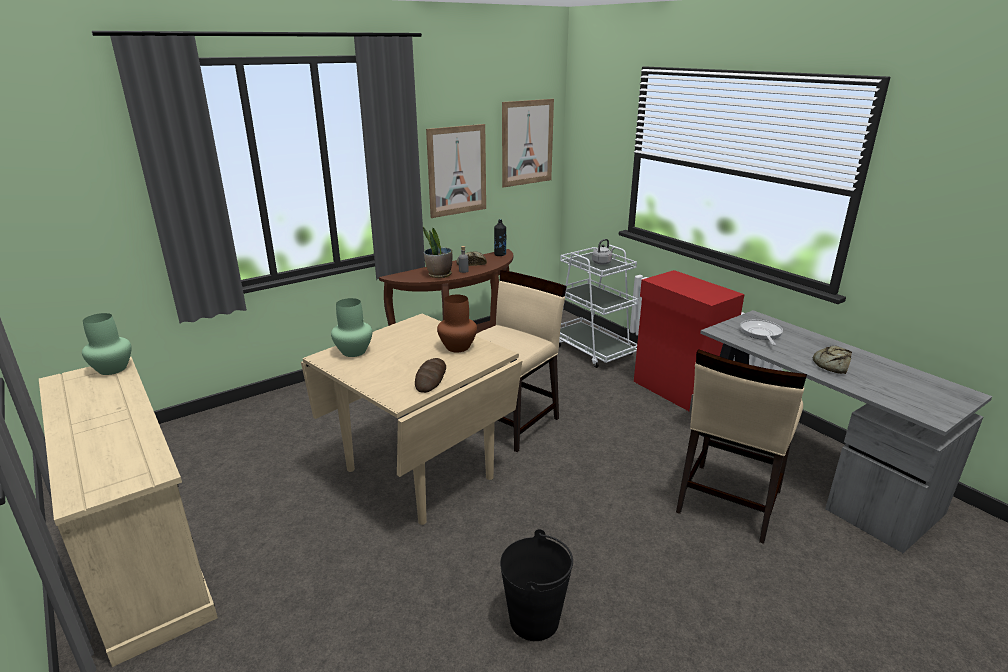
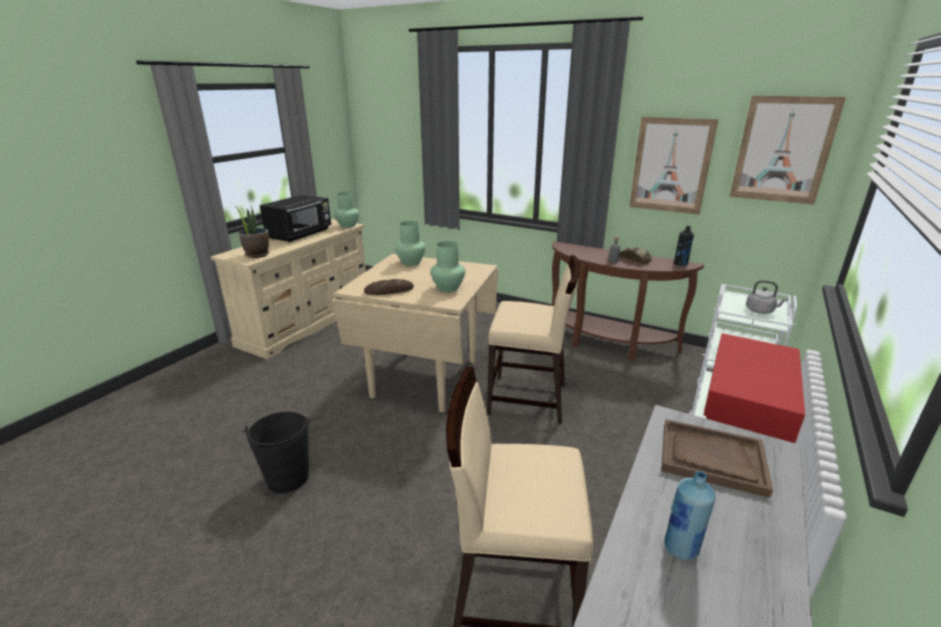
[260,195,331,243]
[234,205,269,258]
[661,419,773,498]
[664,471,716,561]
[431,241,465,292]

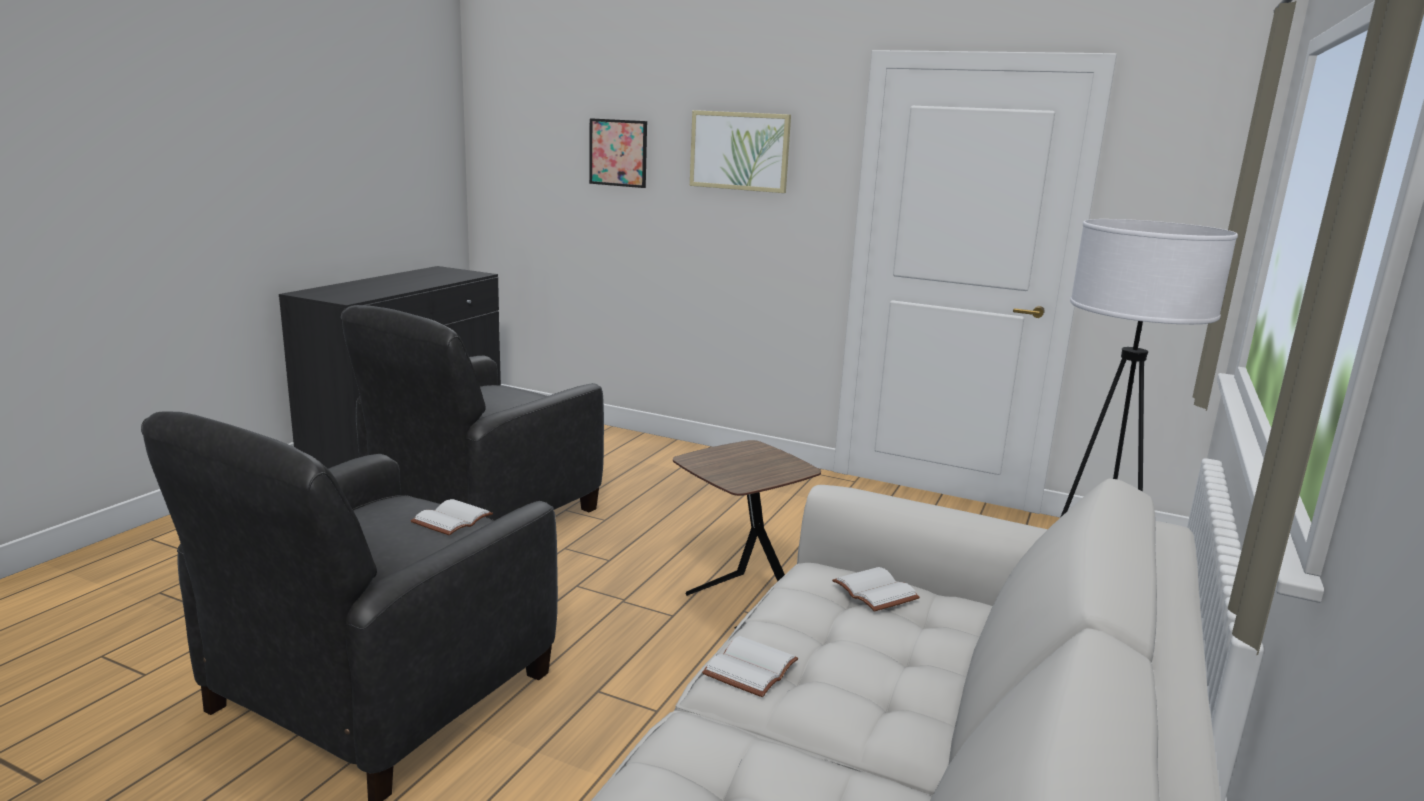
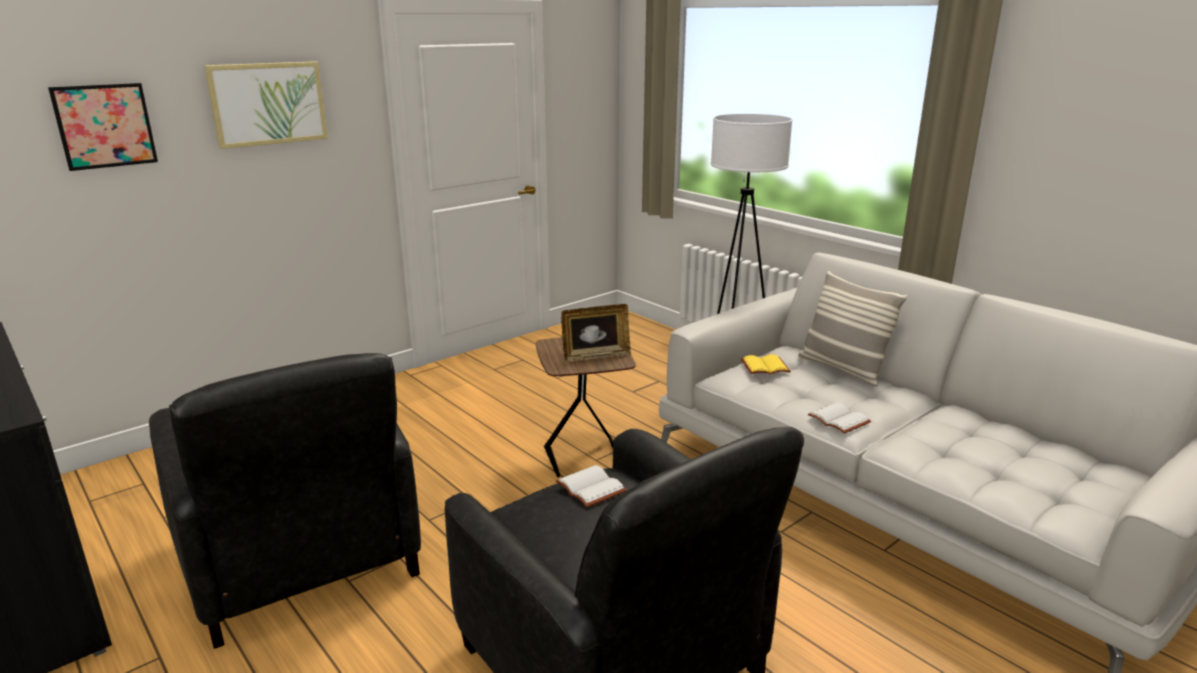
[561,304,631,362]
[798,271,907,386]
[741,354,791,374]

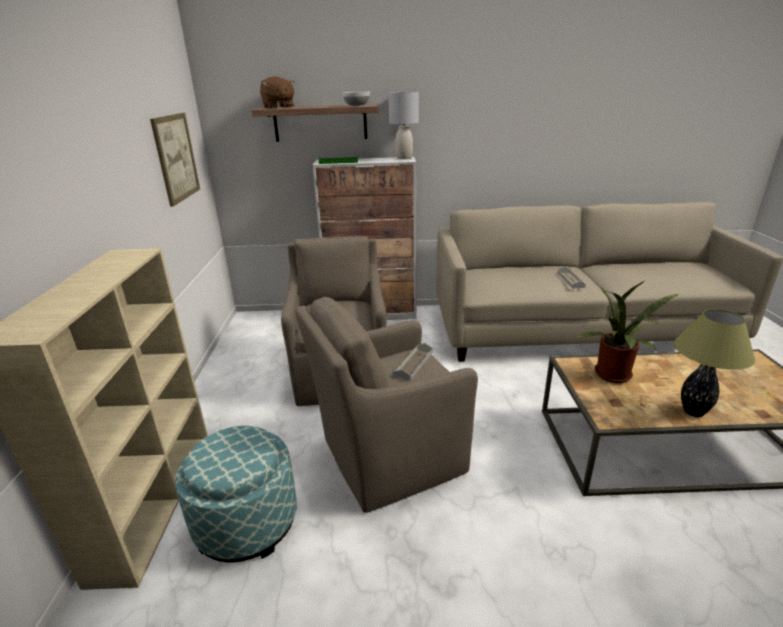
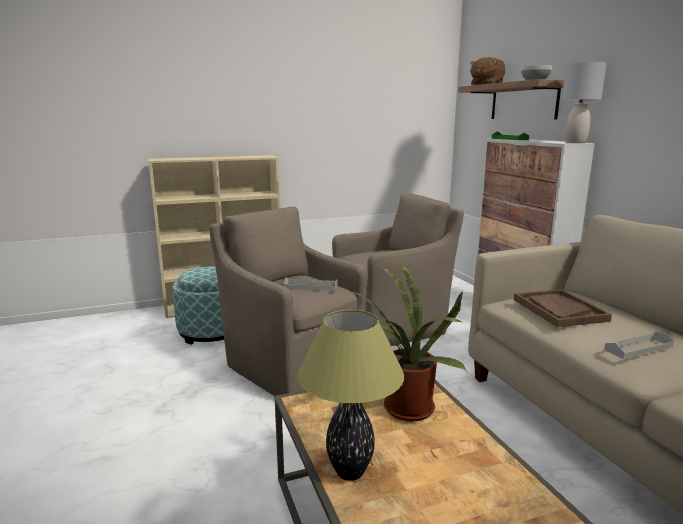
[150,113,200,207] (first image)
[514,289,612,327]

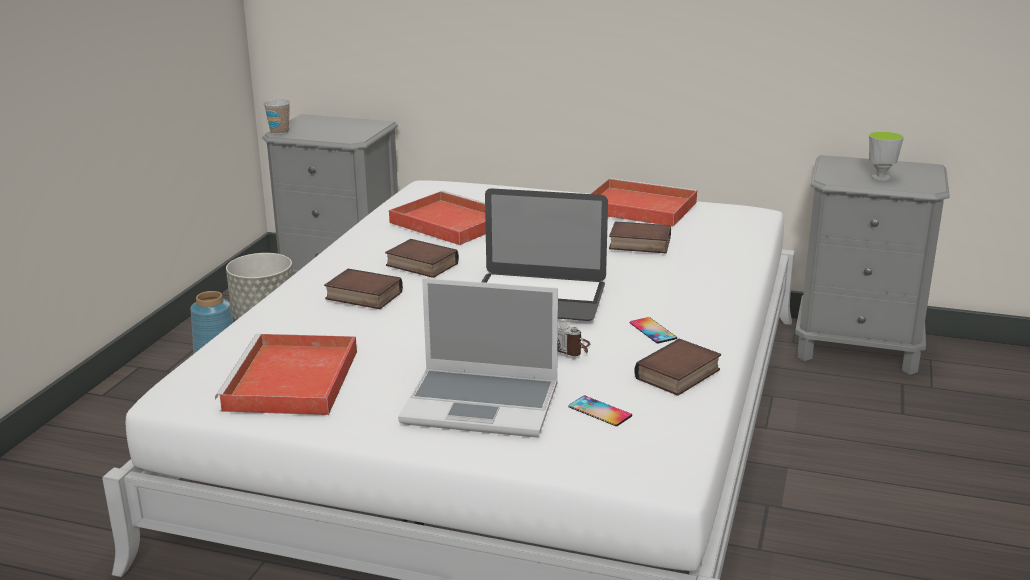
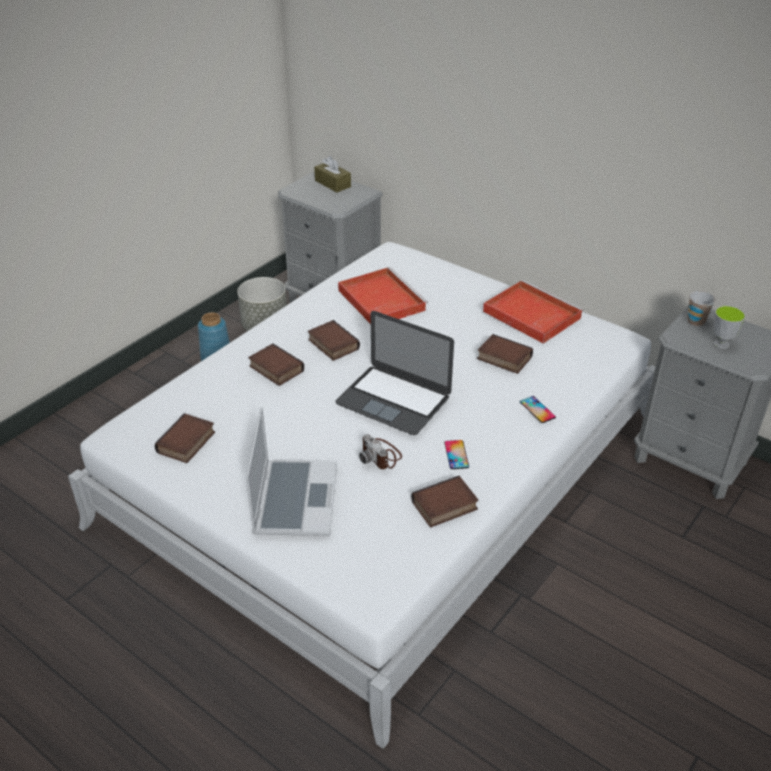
[314,156,351,192]
[687,291,716,327]
[520,396,556,423]
[155,413,215,463]
[246,407,337,536]

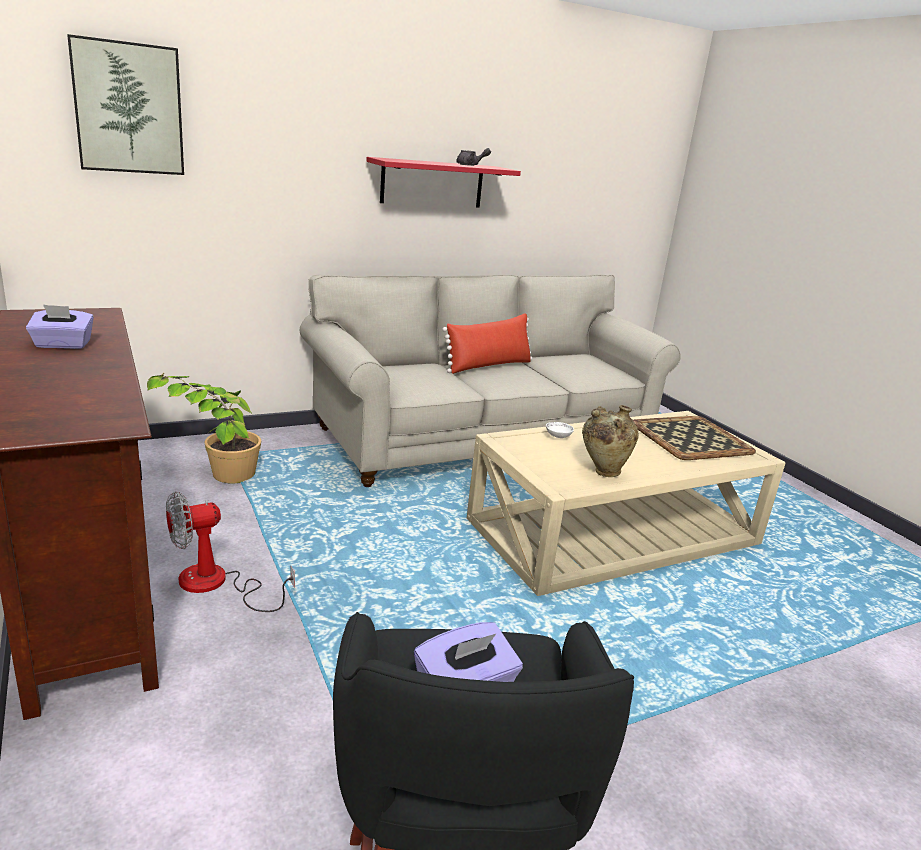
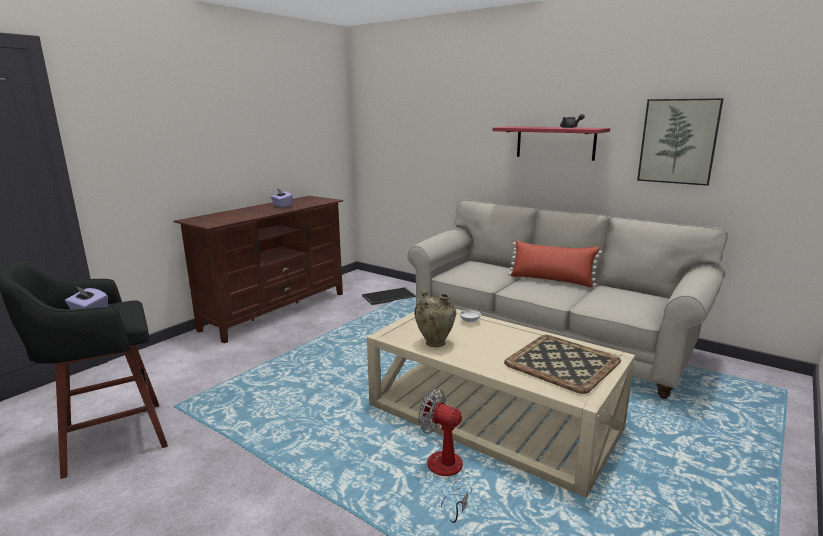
[637,98,724,186]
[418,389,472,523]
[362,287,416,305]

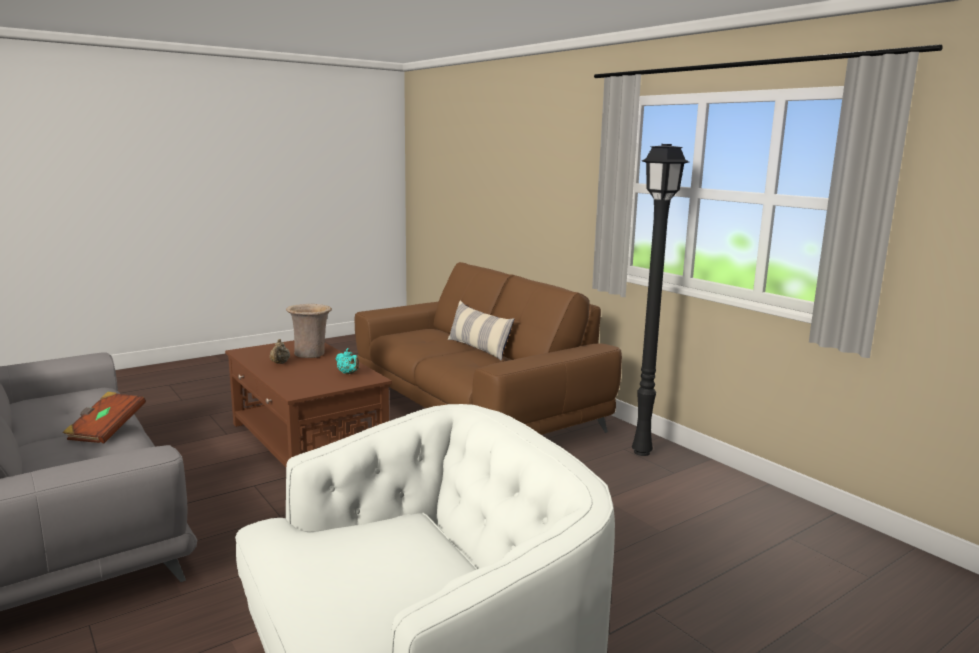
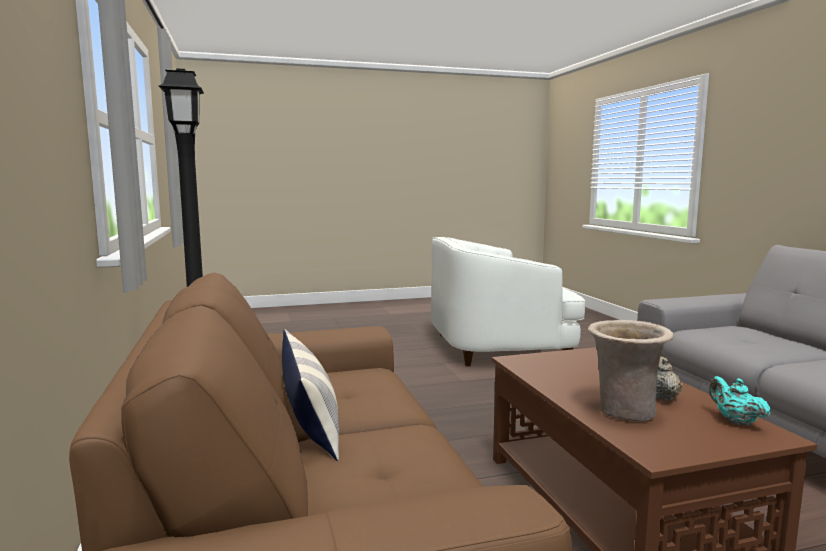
[63,392,146,443] (first image)
[709,376,771,426]

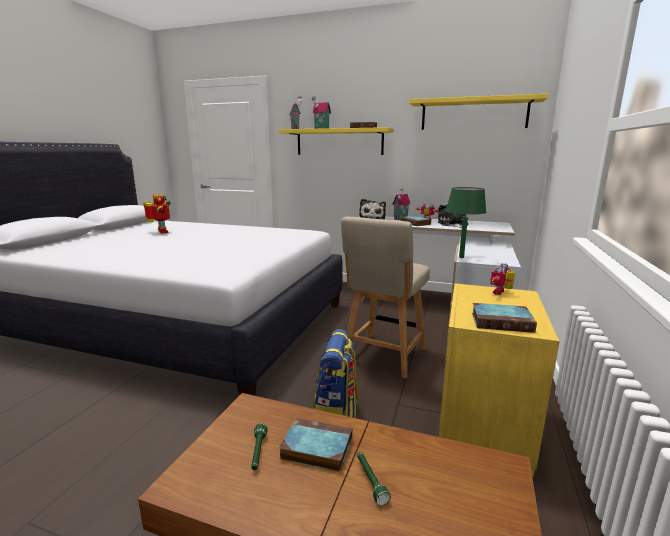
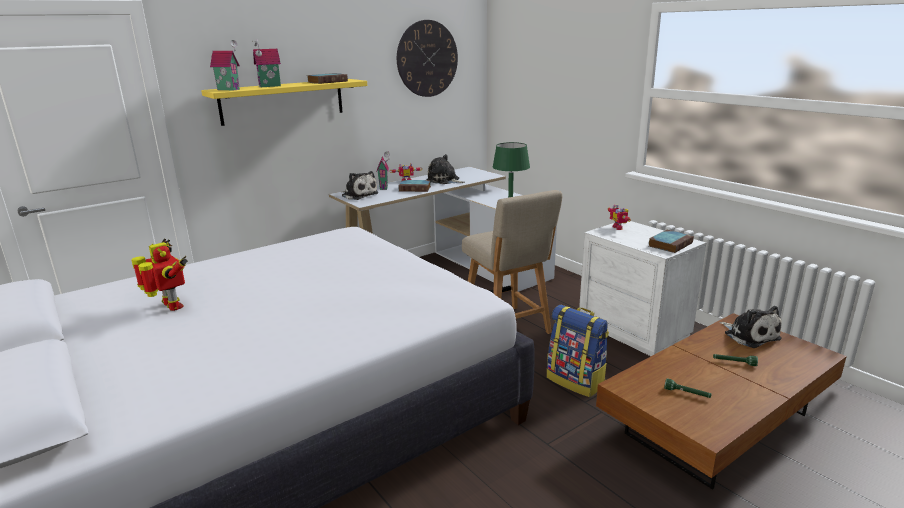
[279,418,352,472] (first image)
[719,306,782,348]
[397,20,458,97]
[579,221,706,356]
[131,239,188,311]

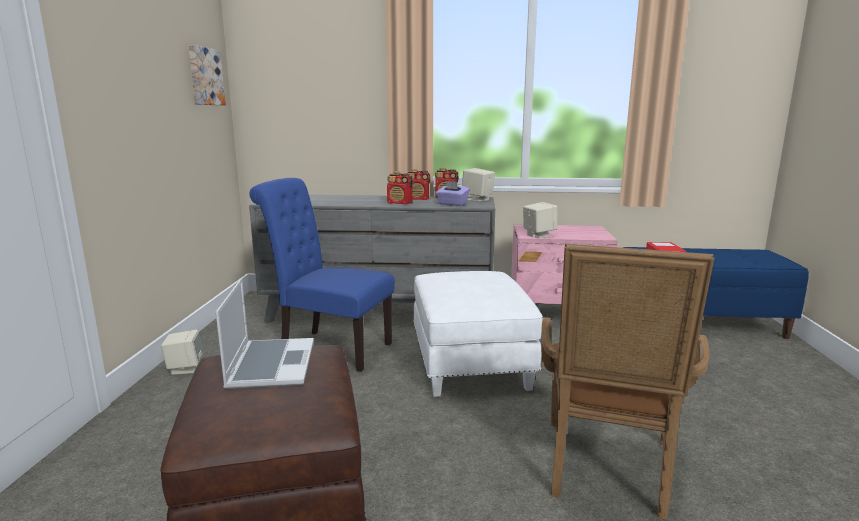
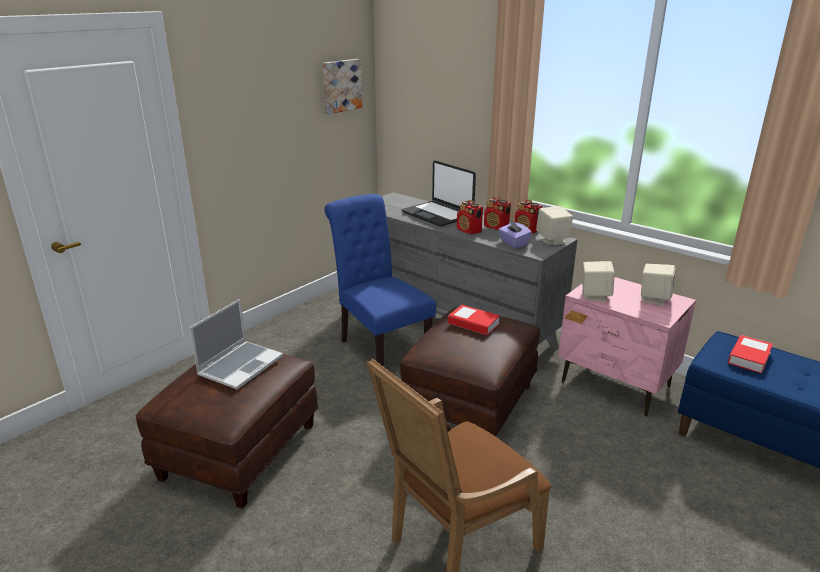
[401,161,476,227]
[448,305,500,335]
[641,264,676,306]
[400,307,540,436]

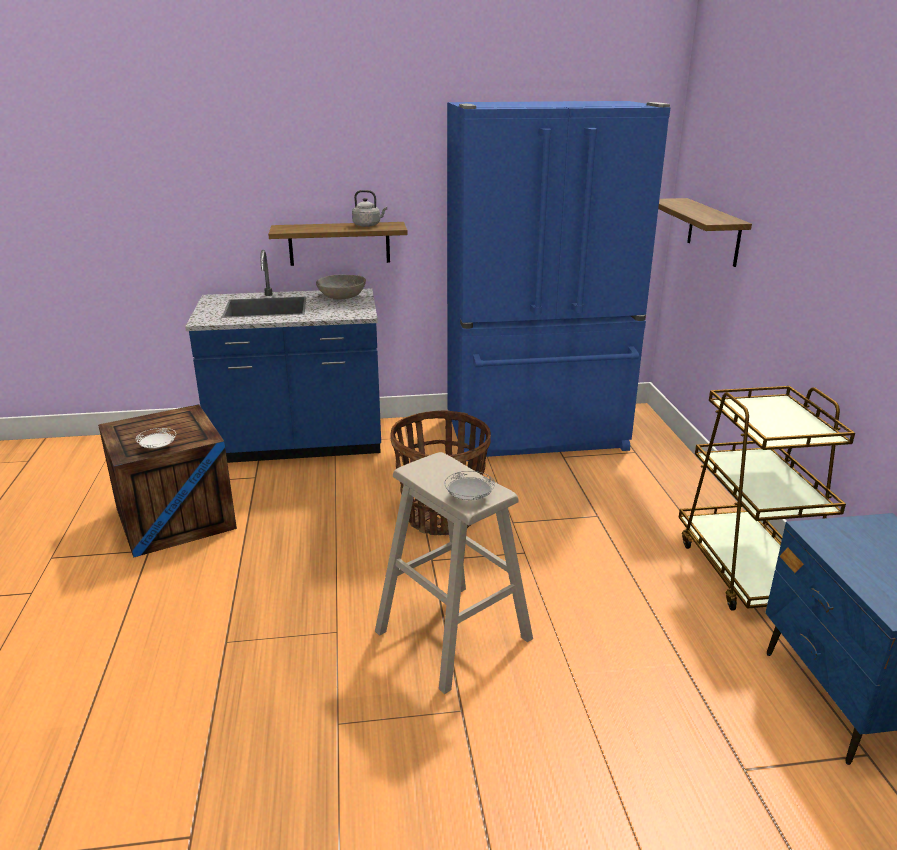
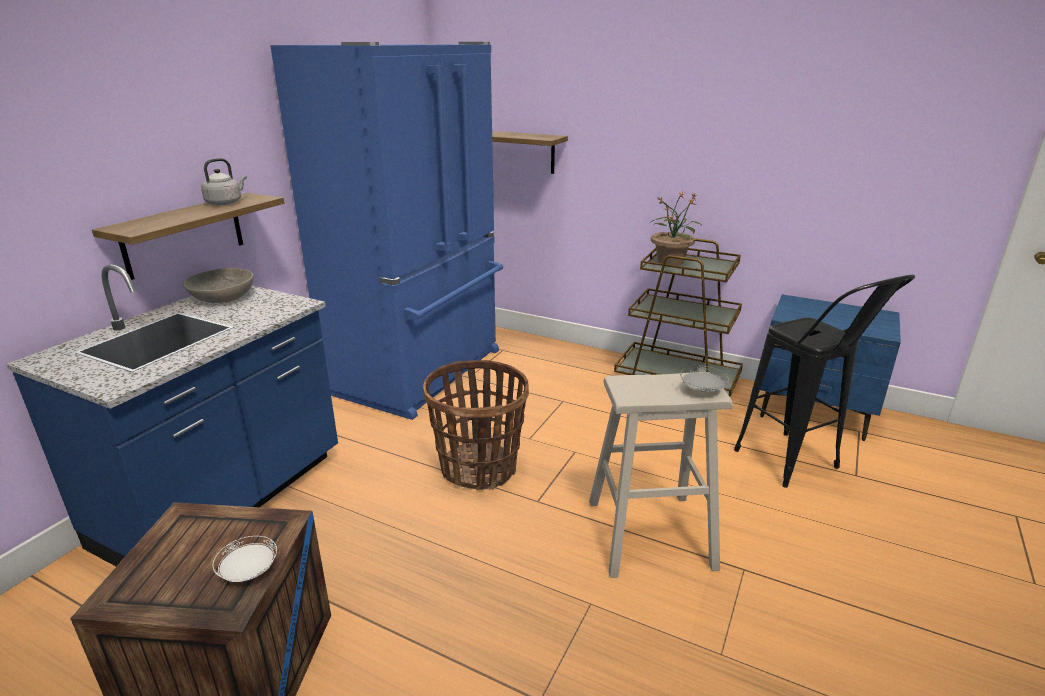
[650,191,702,266]
[734,275,915,488]

